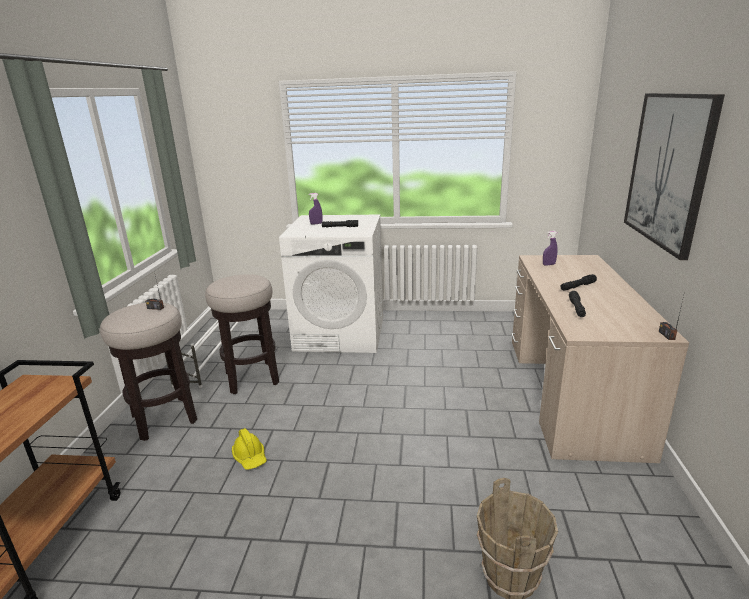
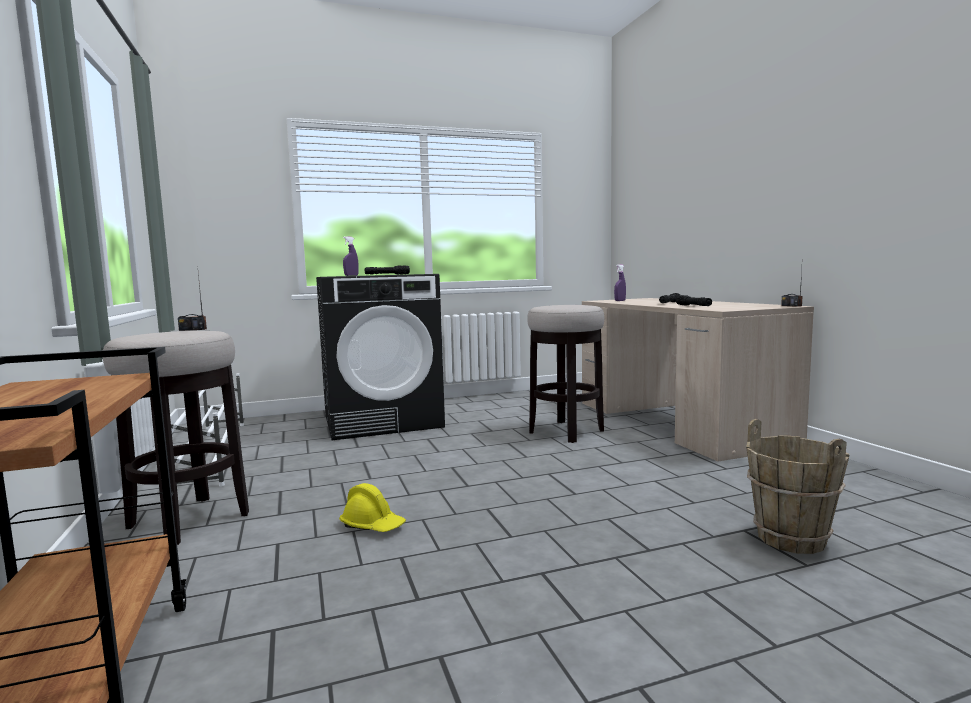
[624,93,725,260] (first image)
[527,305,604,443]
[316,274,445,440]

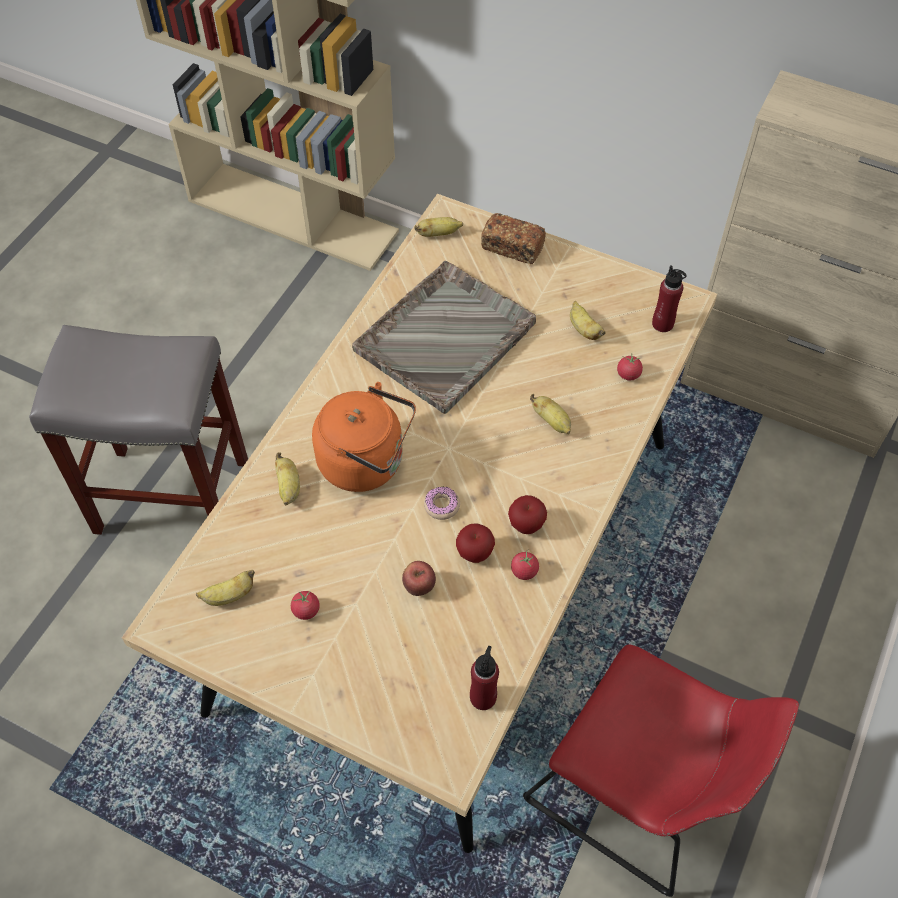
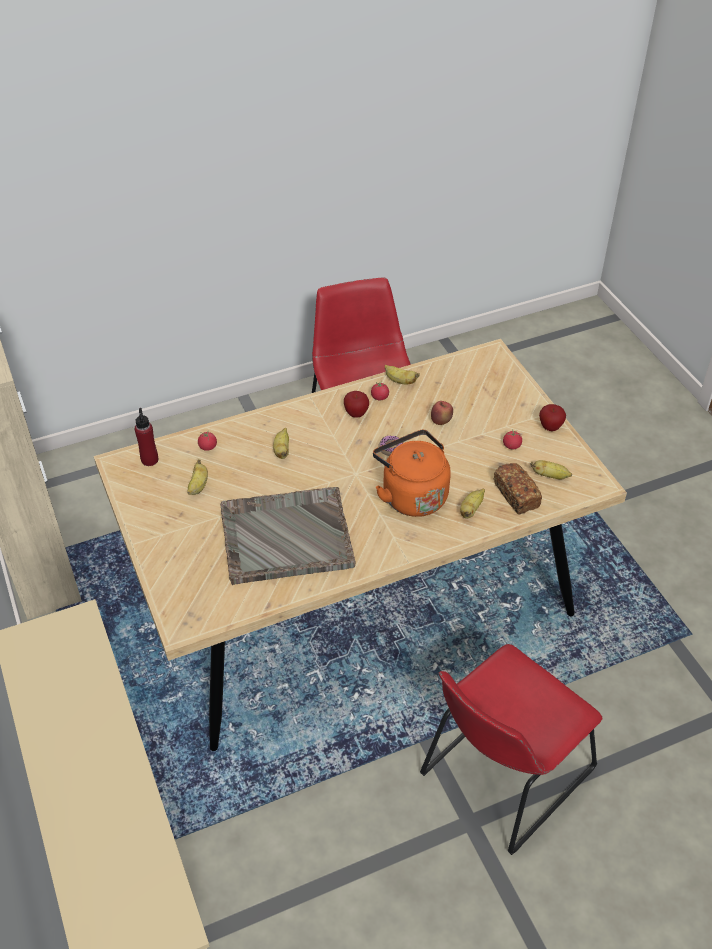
[470,646,499,710] (first image)
[385,365,419,385]
[539,404,566,431]
[494,463,542,514]
[420,644,602,855]

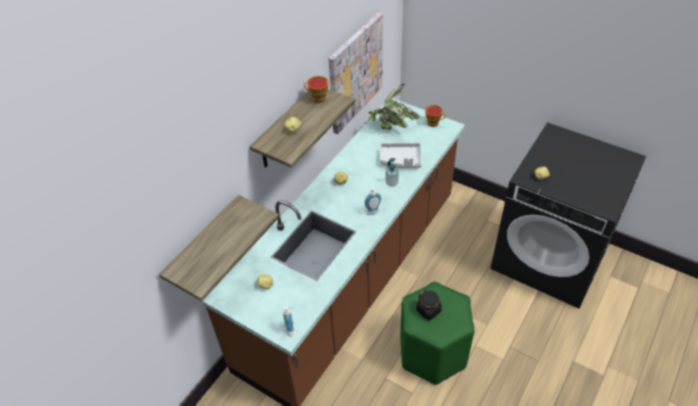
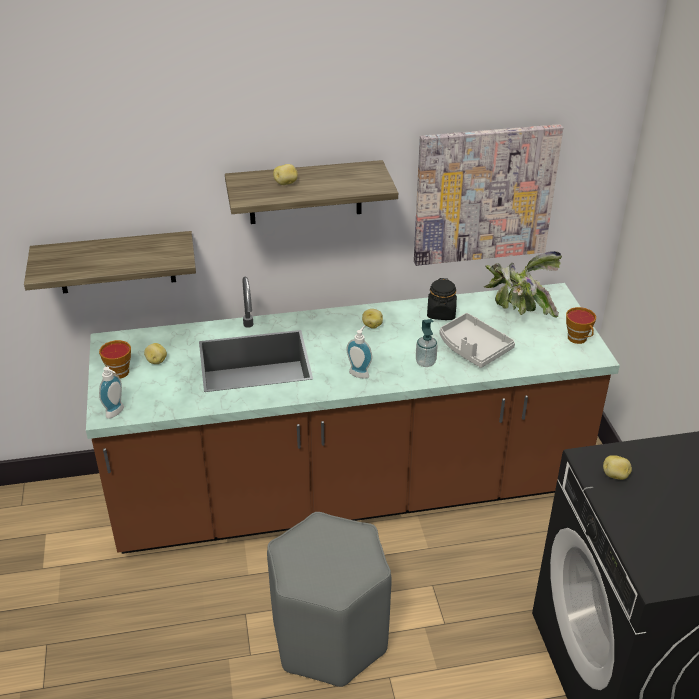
[99,340,131,378]
[427,278,457,320]
[267,512,392,687]

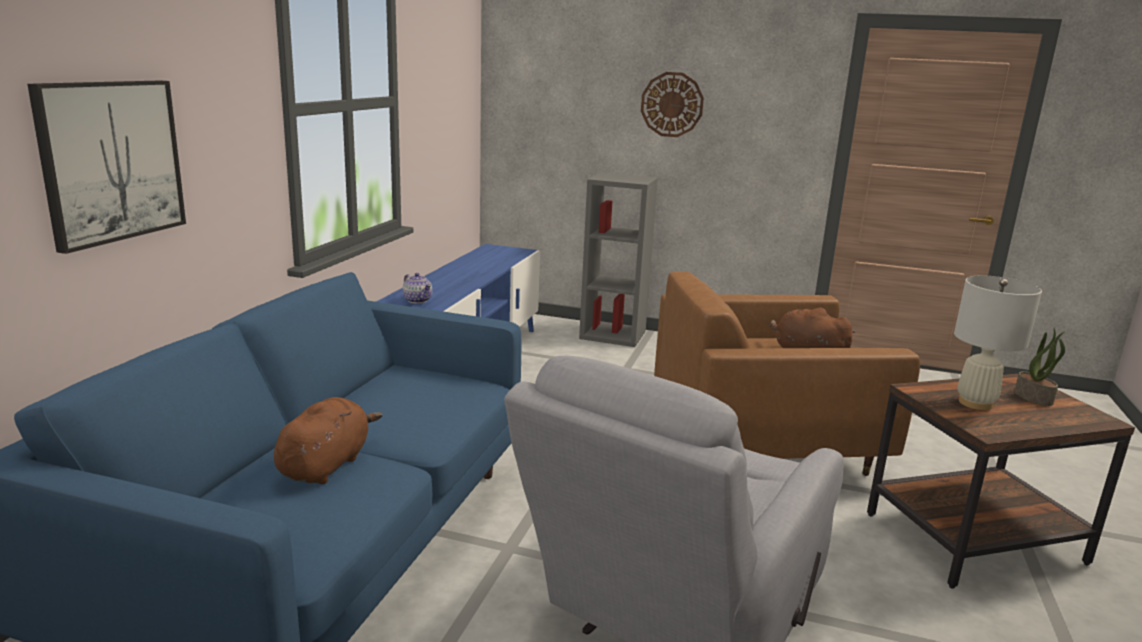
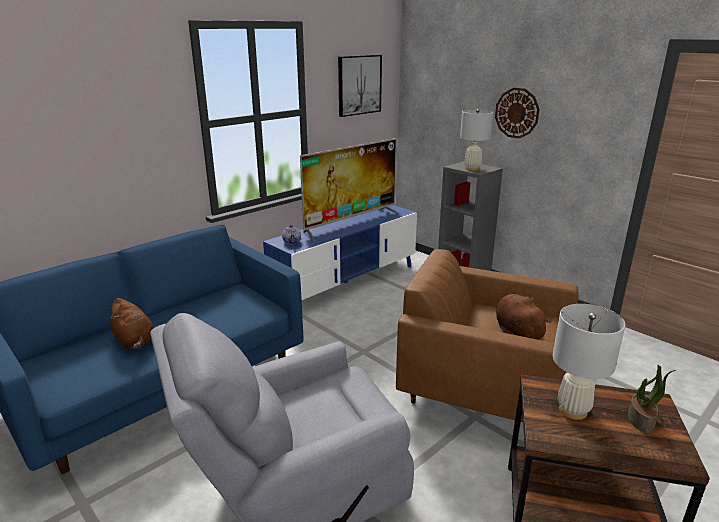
[300,138,402,242]
[460,109,493,171]
[338,55,382,117]
[107,298,154,350]

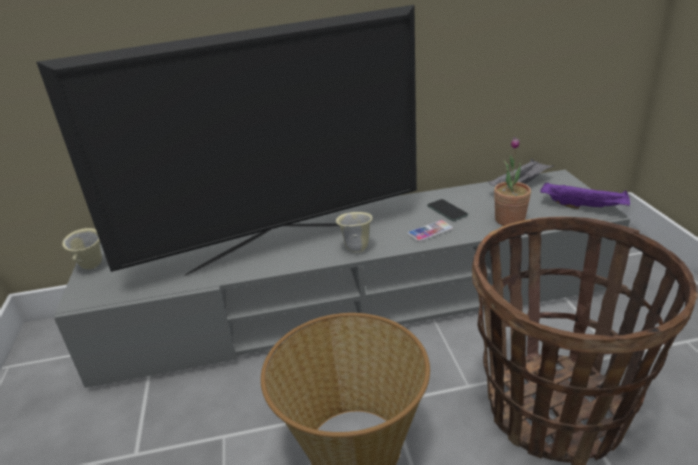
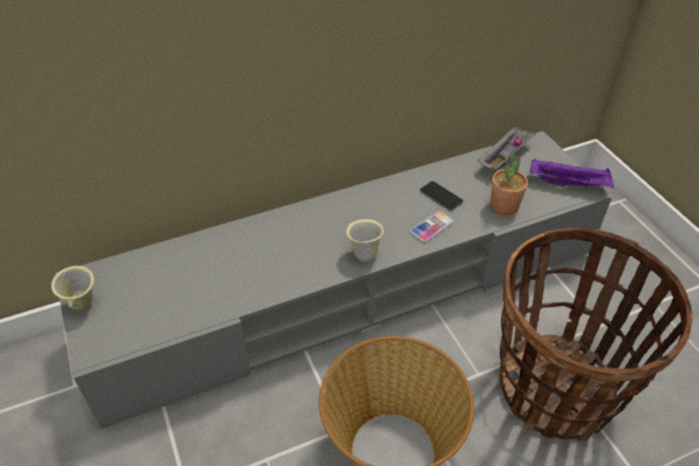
[36,5,417,276] (first image)

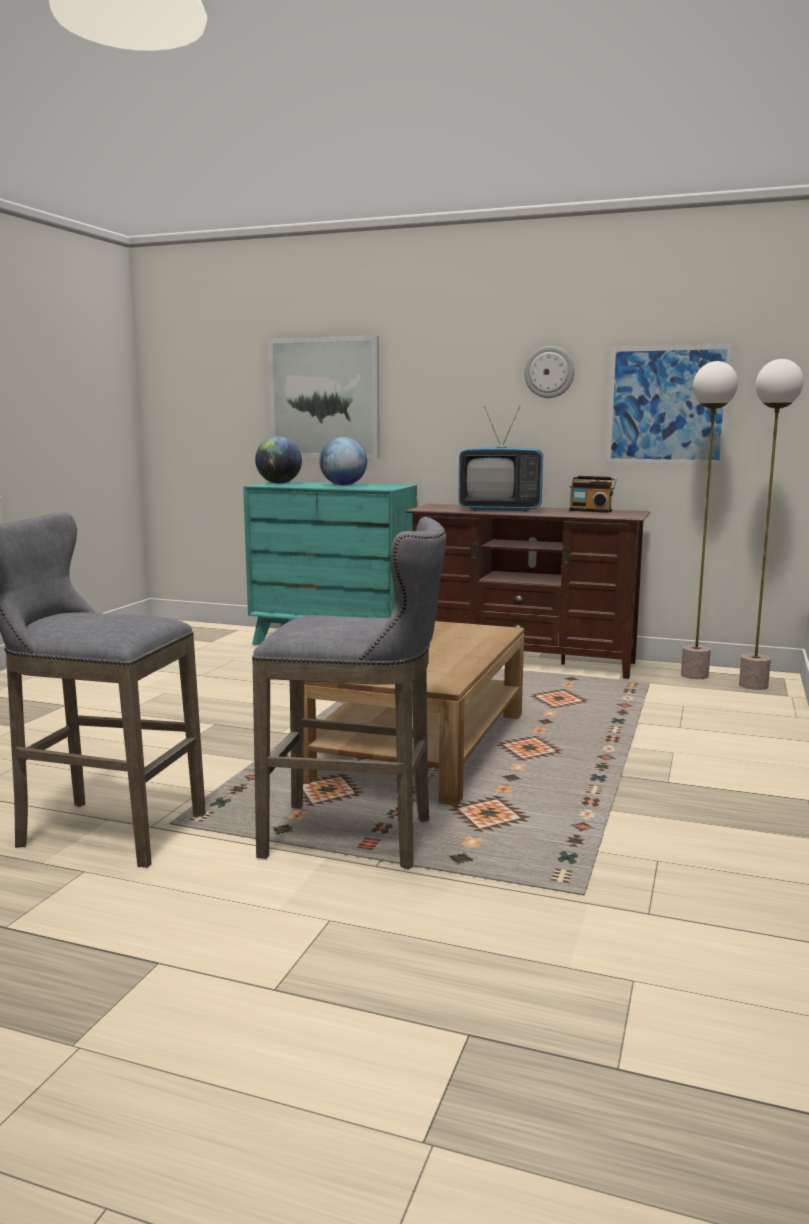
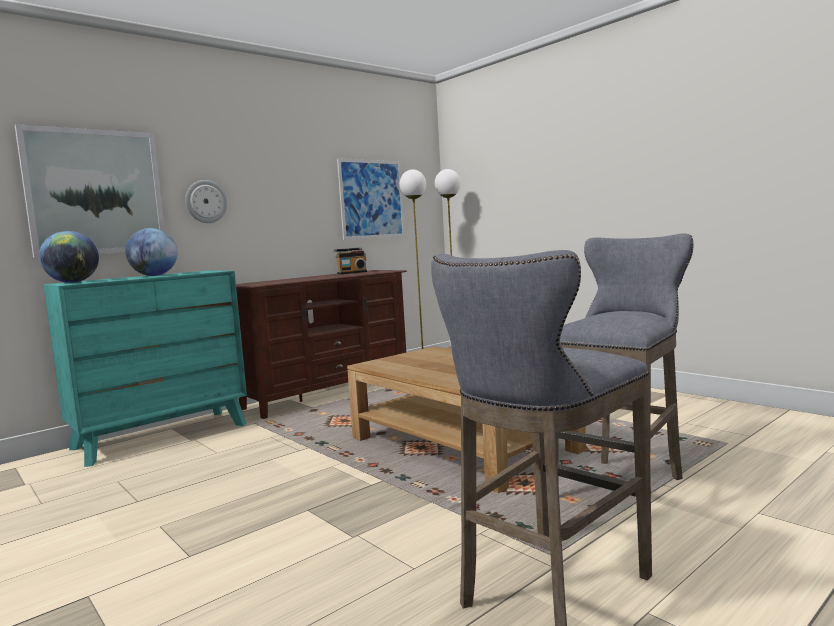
[458,406,543,512] (first image)
[185,180,227,223]

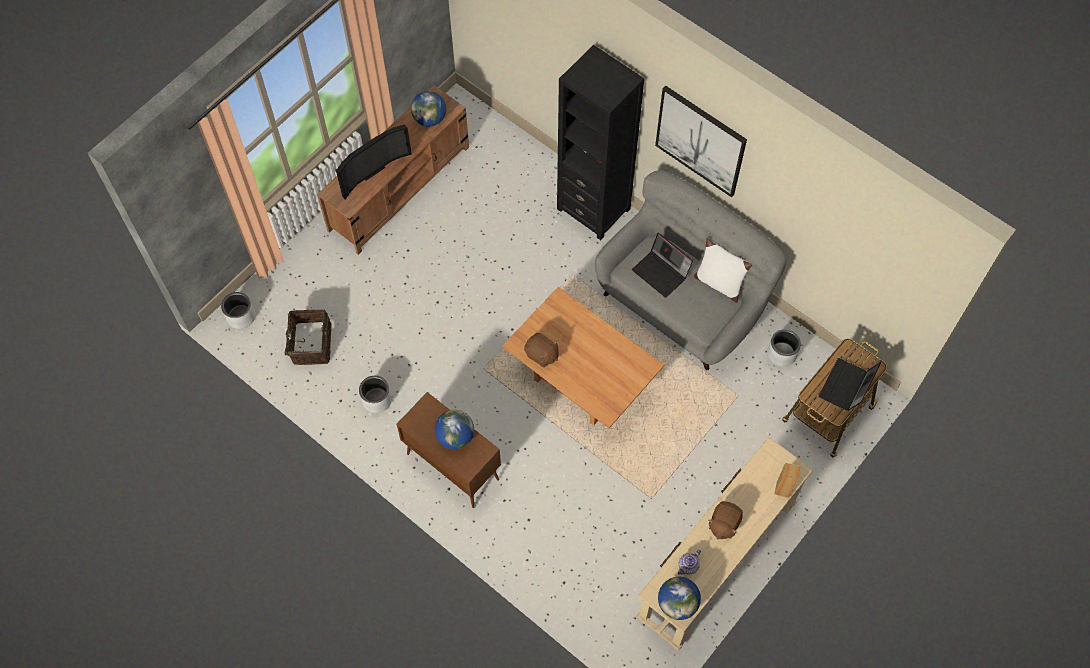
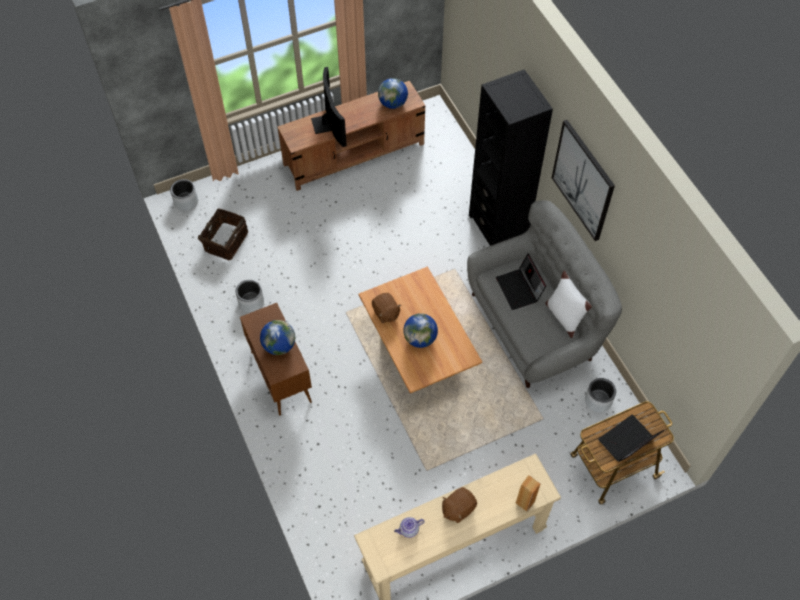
[403,313,438,348]
[311,67,347,147]

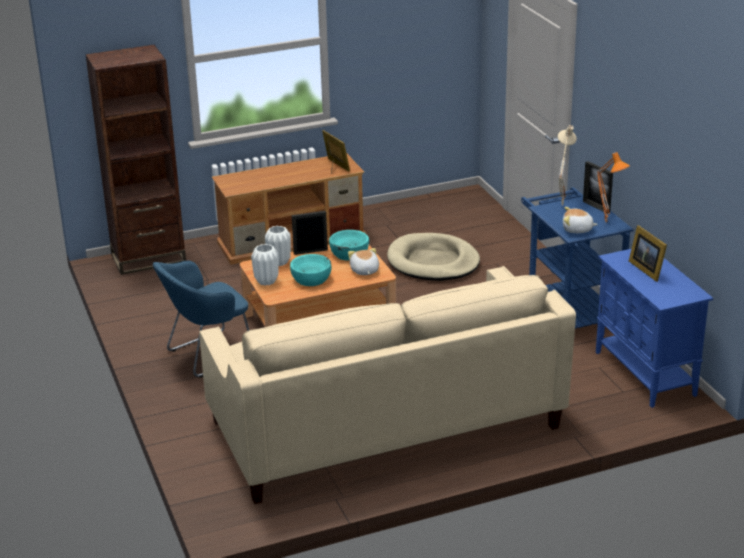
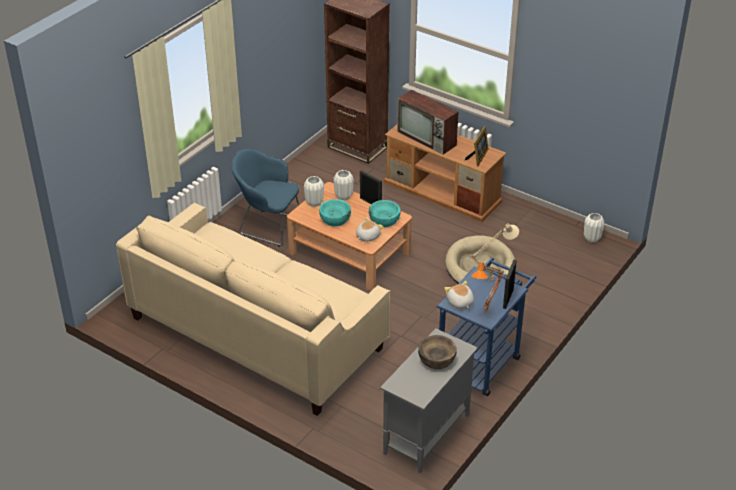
[397,90,459,155]
[584,213,605,243]
[418,335,457,369]
[380,328,478,474]

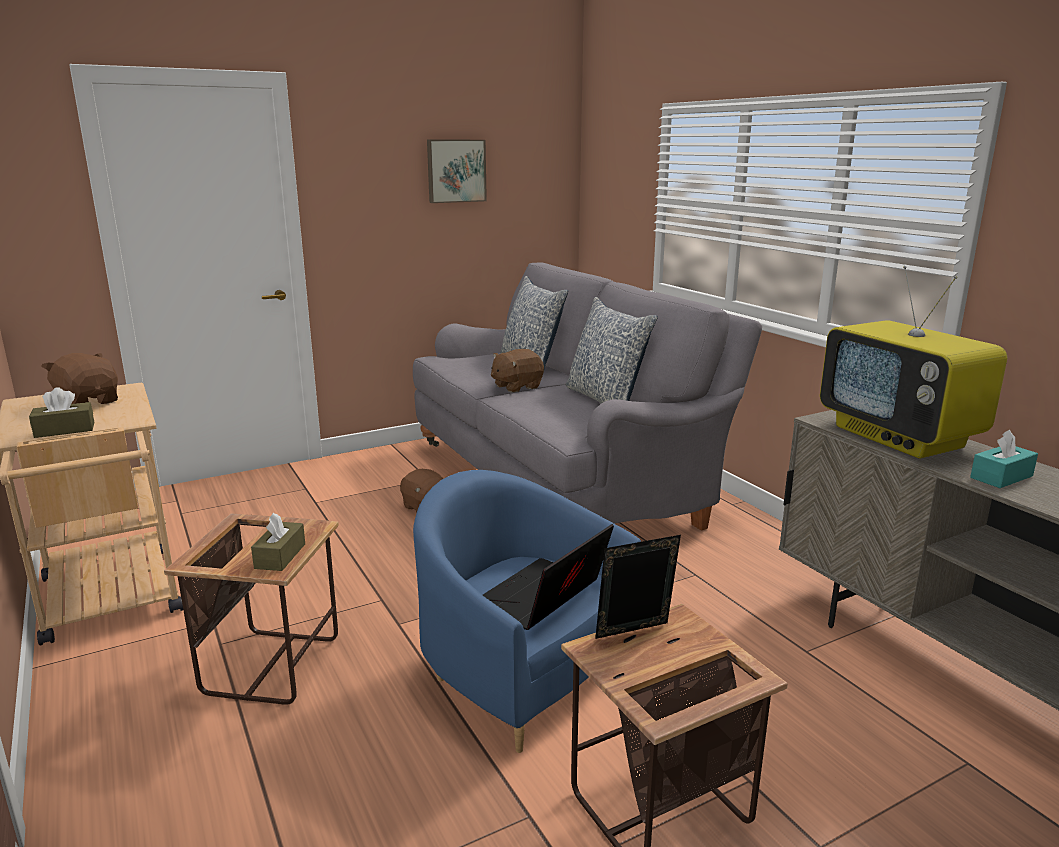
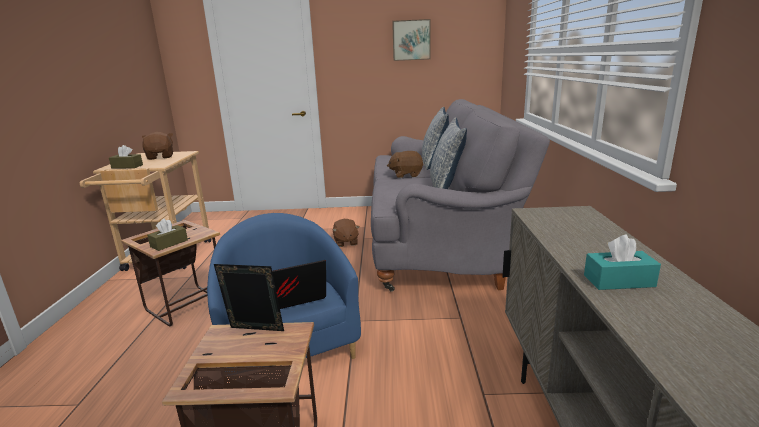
[820,266,1007,459] (first image)

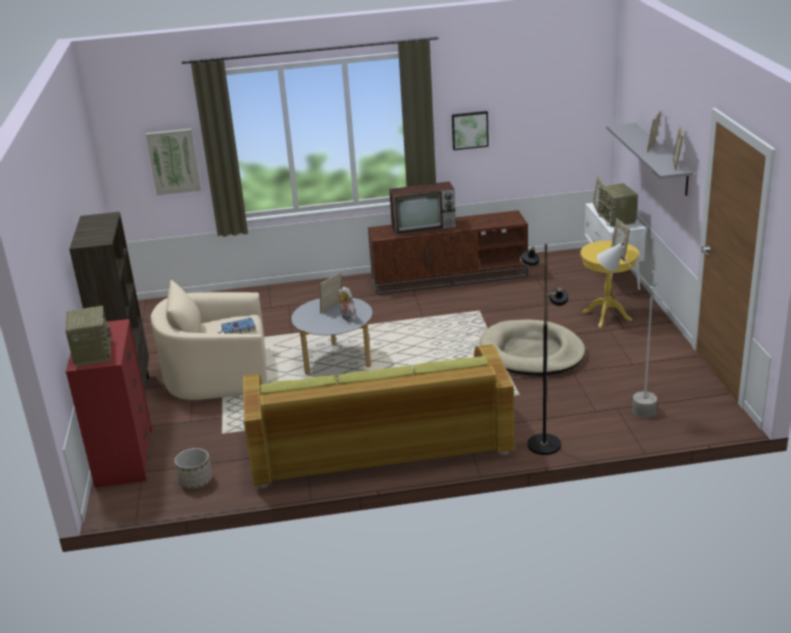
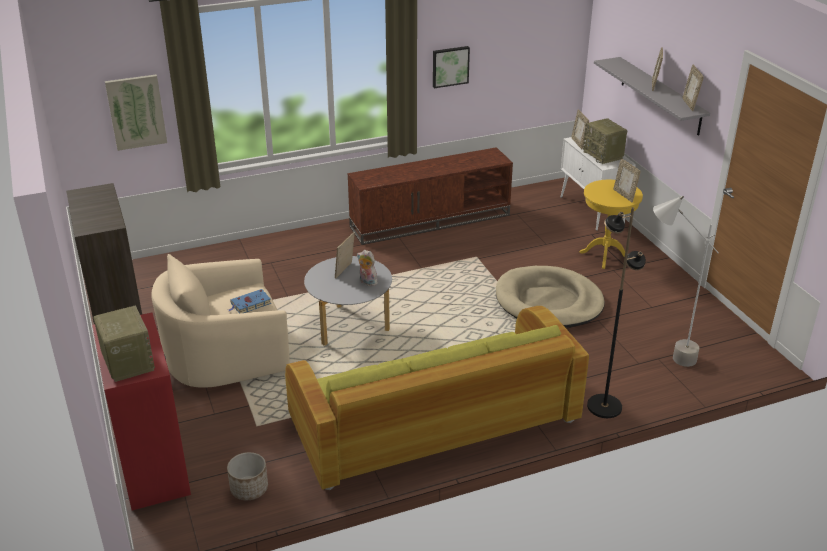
[389,181,456,235] (first image)

